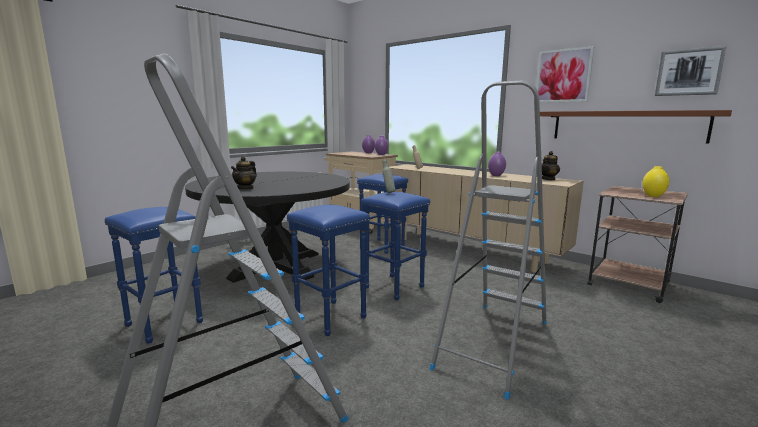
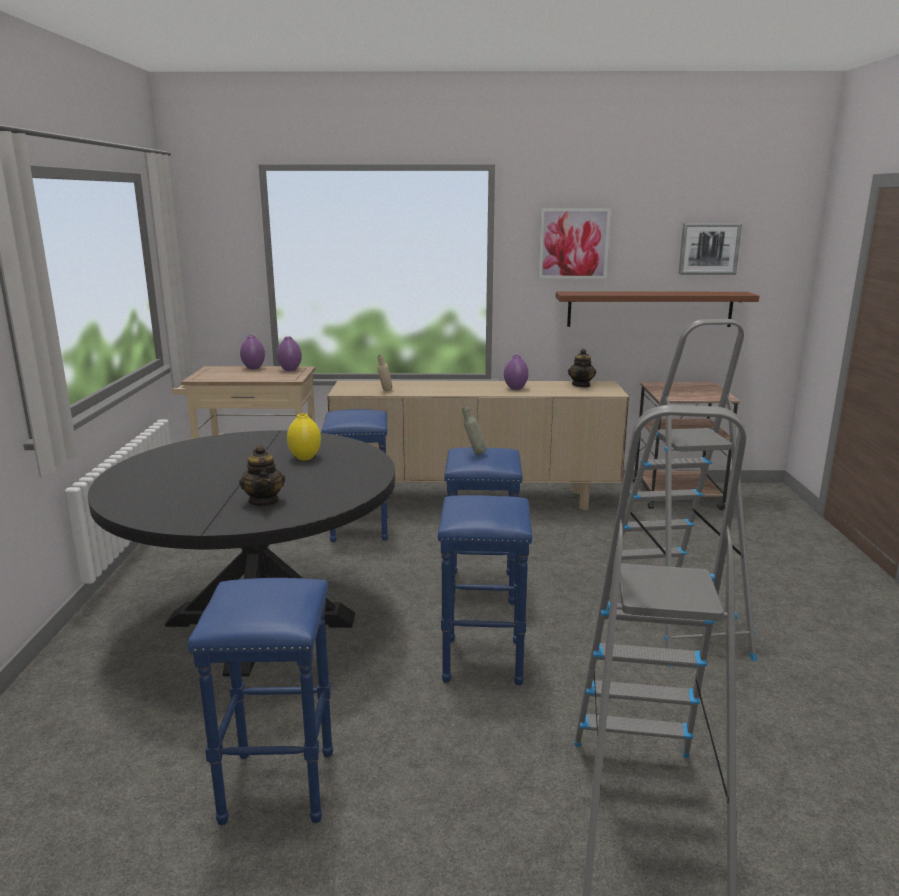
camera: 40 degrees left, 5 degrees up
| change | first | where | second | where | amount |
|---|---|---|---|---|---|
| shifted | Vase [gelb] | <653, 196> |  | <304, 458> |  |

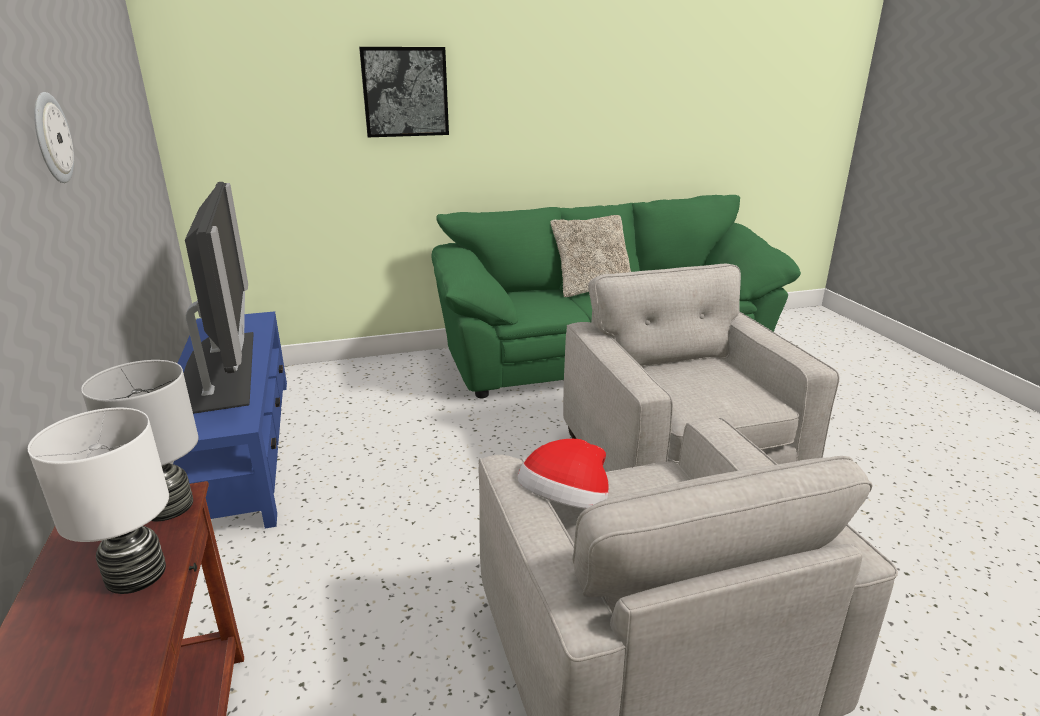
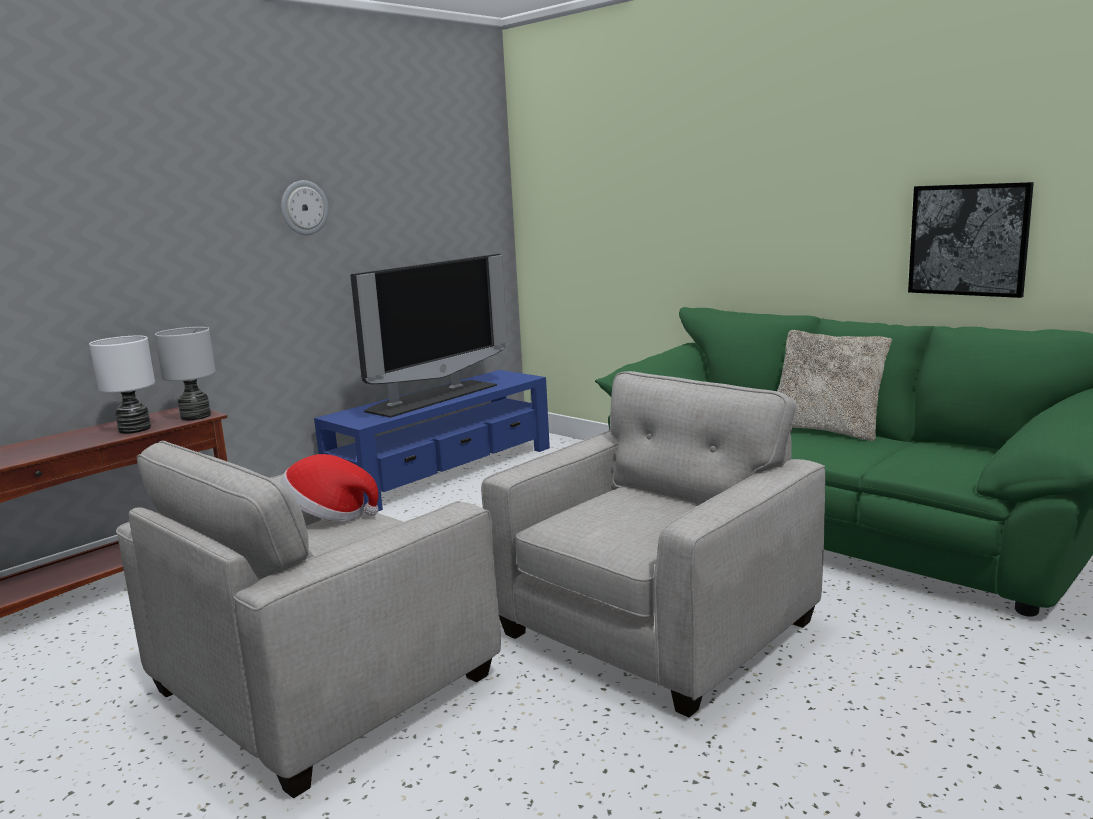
camera: 60 degrees right, 10 degrees down
| change | first | where | second | where | amount |
|---|---|---|---|---|---|
| shifted | Bild | <405, 92> |  | <968, 240> |  |

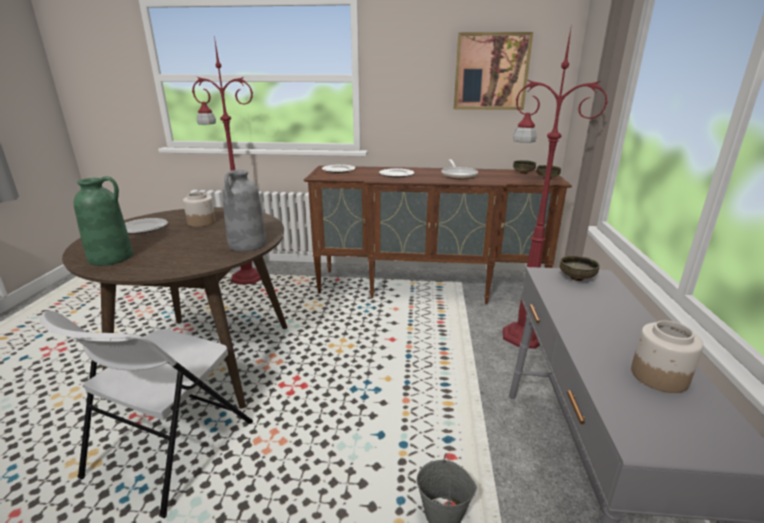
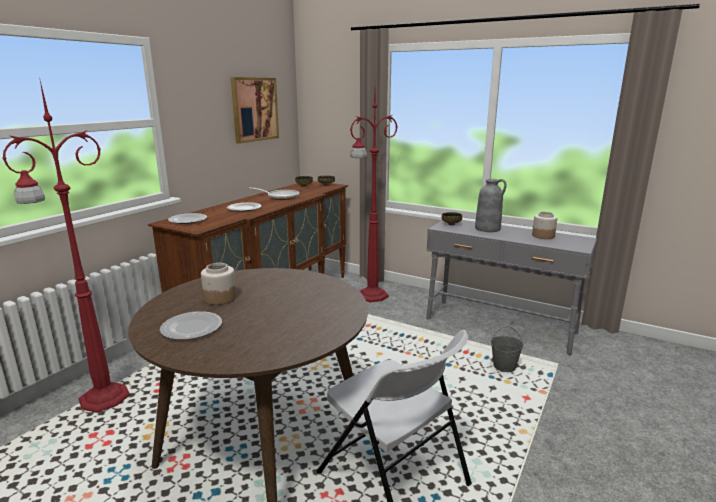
camera: 65 degrees left, 5 degrees down
| change | first | where | second | where | amount |
|---|---|---|---|---|---|
| gone | Vase [grün] | <112, 257> |  |  |  |
| shifted | Vase [grau] | <247, 245> |  | <488, 228> |  |

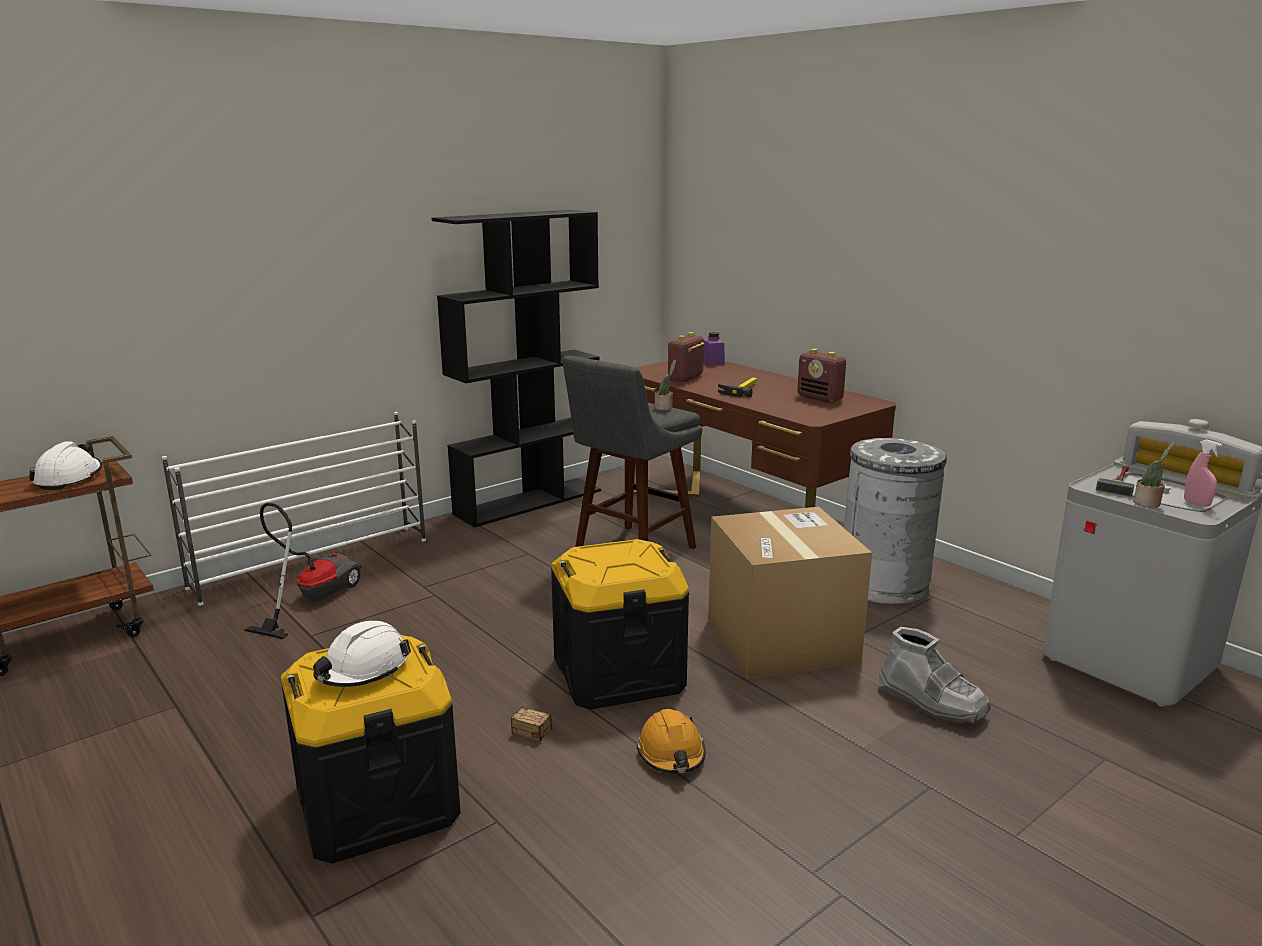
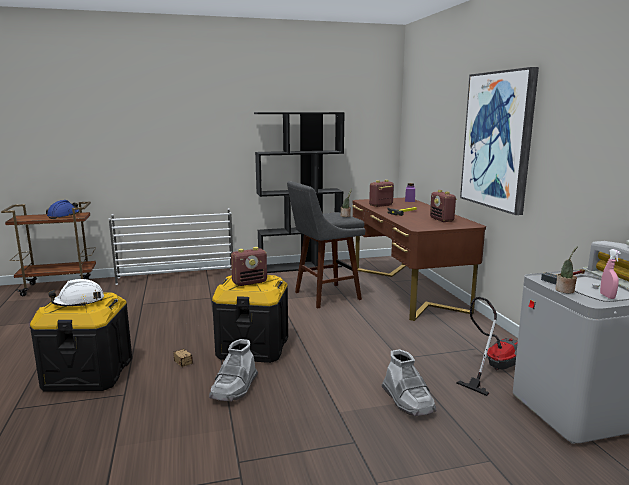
camera: 25 degrees right, 5 degrees down
| change | first | where | second | where | amount |
|---|---|---|---|---|---|
| gone | Karton | <781, 640> |  |  |  |
| gone | Mülleimer [grau] | <883, 584> |  |  |  |
| new |  |  | Radio | <250, 282> |  |
| new |  |  | Bild | <498, 140> |  |
| shifted | Staubsauger | <311, 599> |  | <493, 368> |  |
| swapped | Schutzhelm [orange] | <671, 754> | Stiefel [grau] | <235, 388> |  |
| repainted | Schutzhelm [weiß] | <69, 478> | Schutzhelm [blau] | <64, 216> |  |

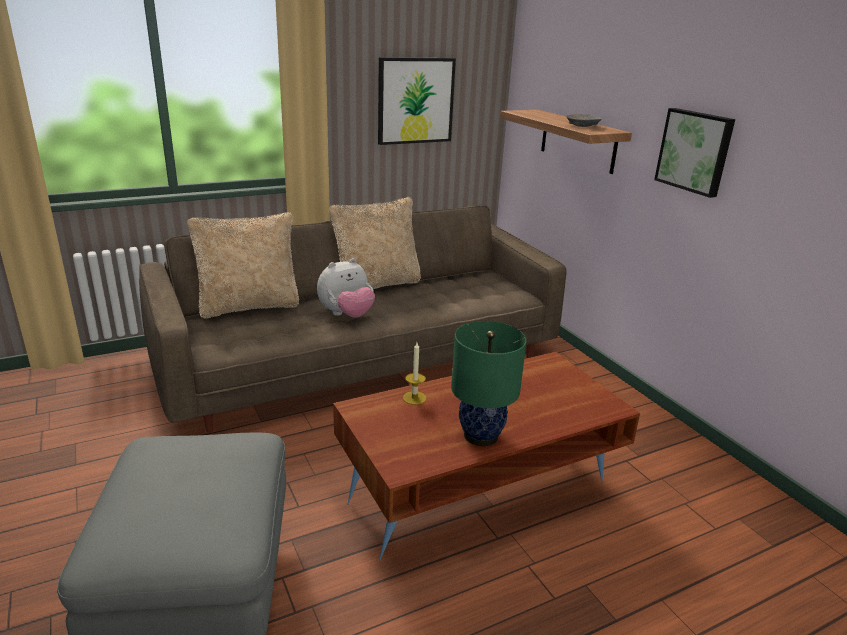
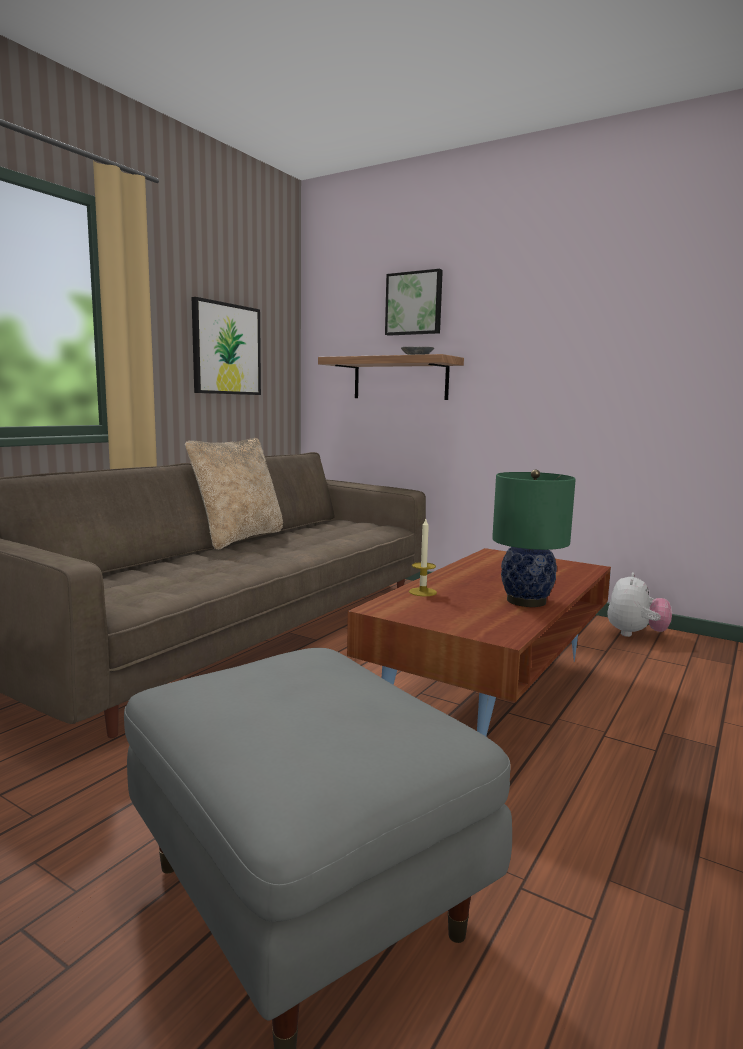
camera: 30 degrees left, 15 degrees down
| change | first | where | second | where | amount |
|---|---|---|---|---|---|
| gone | Kissen [beige] | <250, 308> |  |  |  |
| shifted | Plüschtier | <346, 315> |  | <635, 634> |  |
| shifted | Bild | <695, 151> |  | <414, 303> |  |

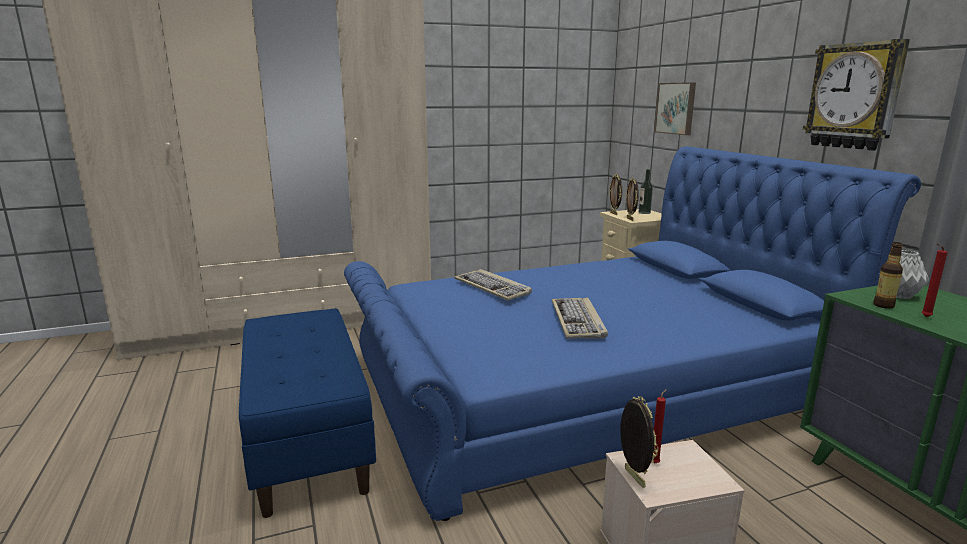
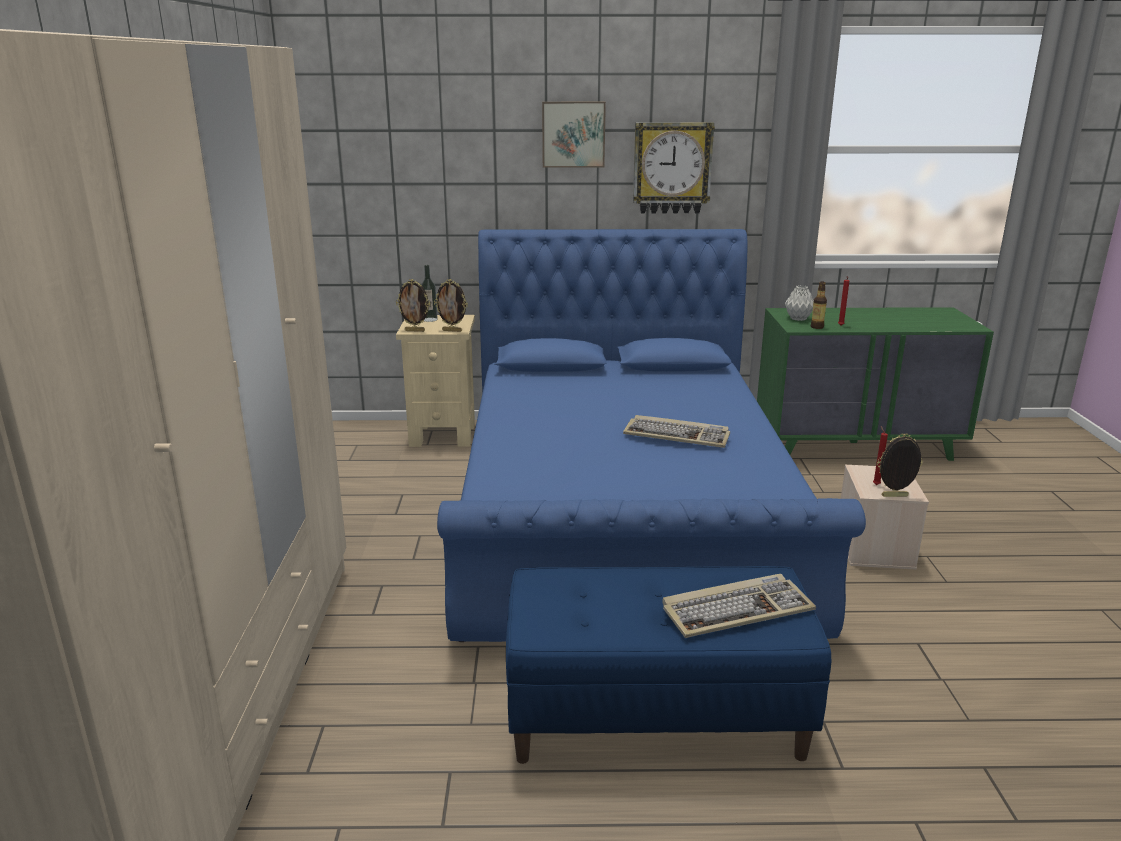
camera: 70 degrees left, 5 degrees up
| change | first | where | second | where | amount |
|---|---|---|---|---|---|
| shifted | Tastatur | <493, 287> |  | <736, 609> |  |
| shifted | Bild | <676, 108> |  | <573, 134> |  |

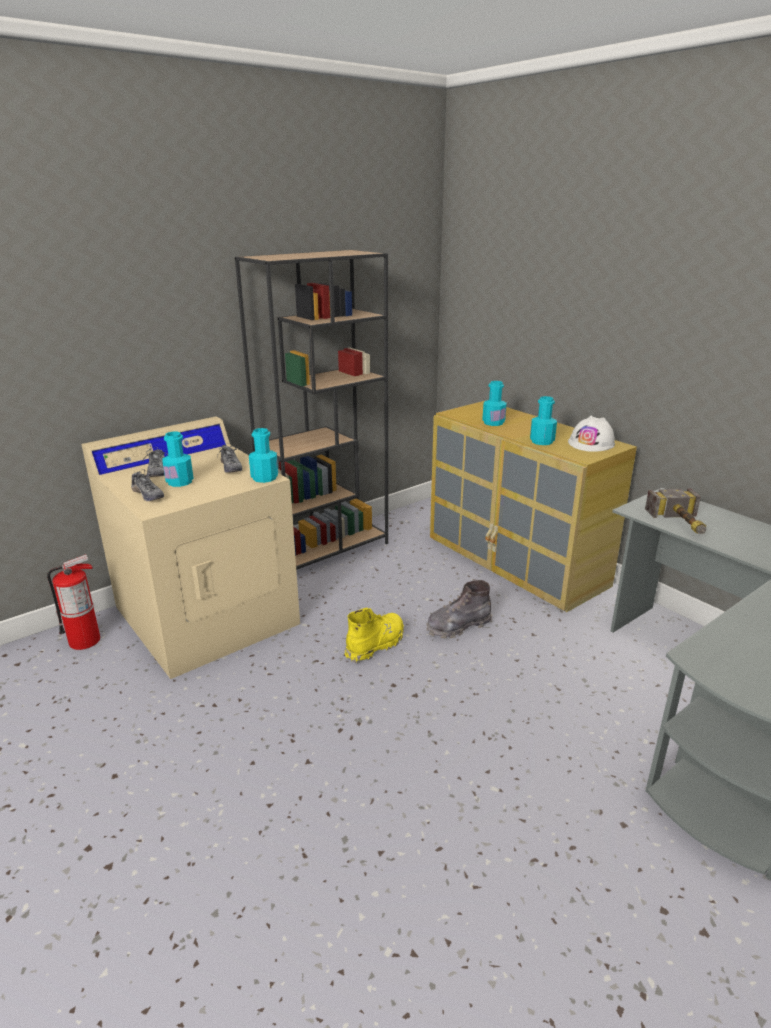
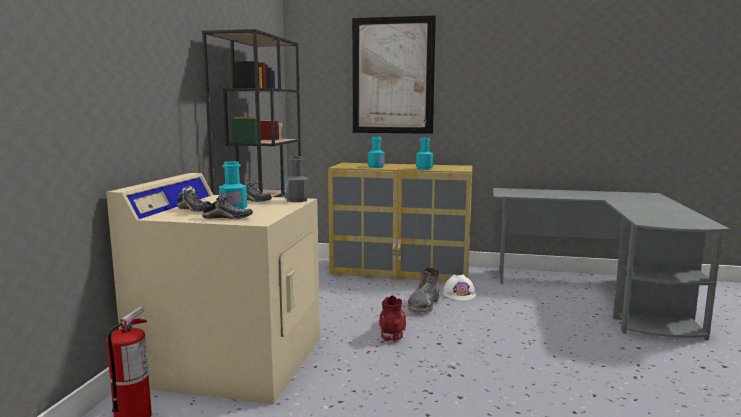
camera: 40 degrees left, 15 degrees down
| change | first | where | second | where | amount |
|---|---|---|---|---|---|
| gone | Hammer | <682, 524> |  |  |  |
| new |  |  | Bild | <393, 76> |  |
| shifted | Schutzhelm [weiß] | <591, 443> |  | <459, 294> |  |
| repainted | Flasche [türkis] | <264, 478> | Flasche [grau] | <297, 200> |  |
| repainted | Stiefel [gelb] | <376, 644> | Stiefel [rot] | <392, 330> |  |

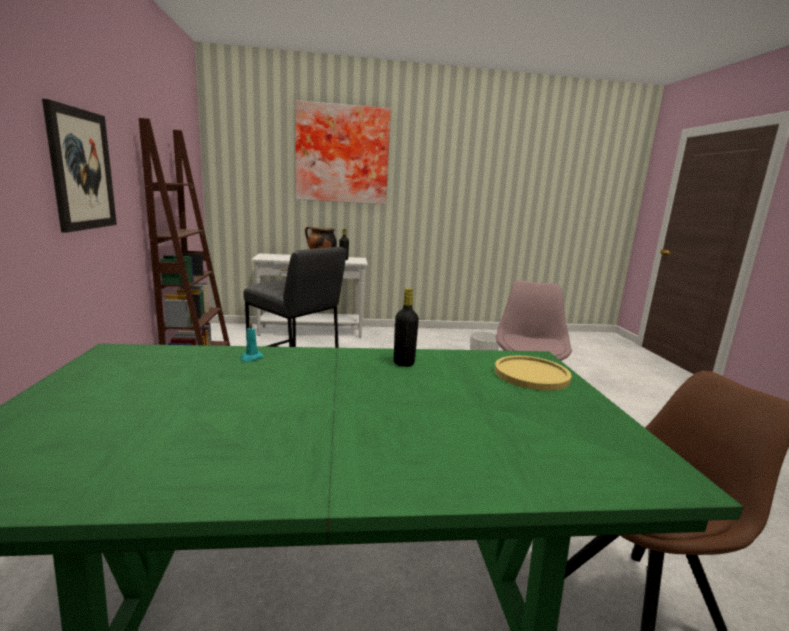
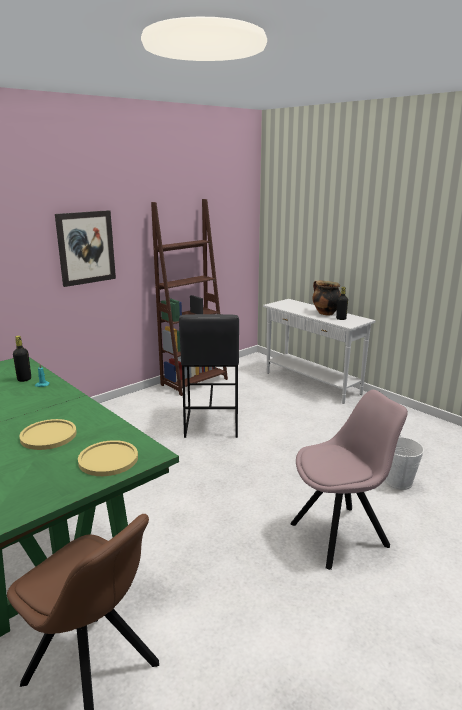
camera: 55 degrees right, 5 degrees up
| change | first | where | second | where | amount |
|---|---|---|---|---|---|
| gone | Bild | <342, 154> |  |  |  |
| new |  |  | Teller [gelb] | <48, 435> |  |
| shifted | Flasche [schwarz] | <404, 363> |  | <24, 379> |  |

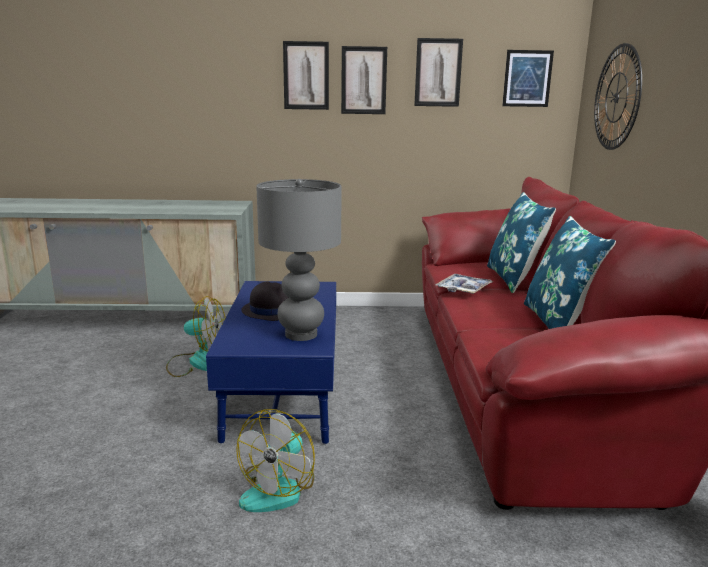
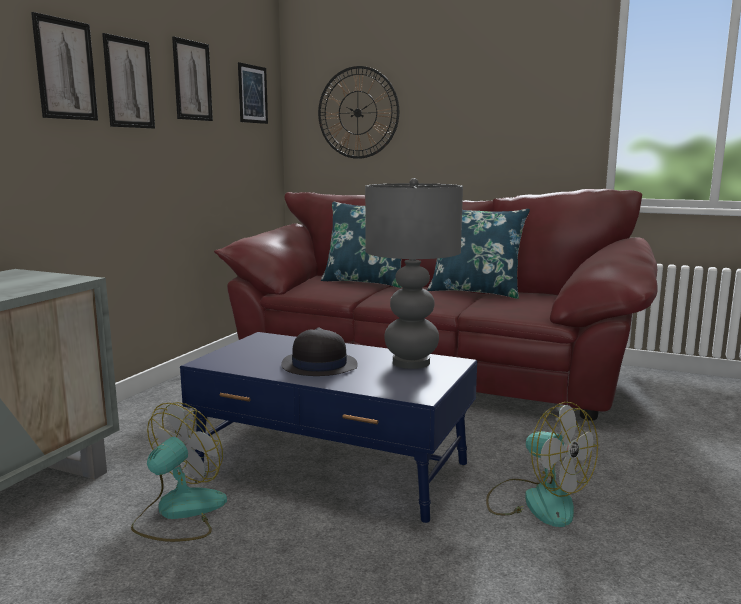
camera: 65 degrees left, 5 degrees down
| change | first | where | second | where | amount |
|---|---|---|---|---|---|
| gone | Tablett | <463, 289> |  |  |  |

